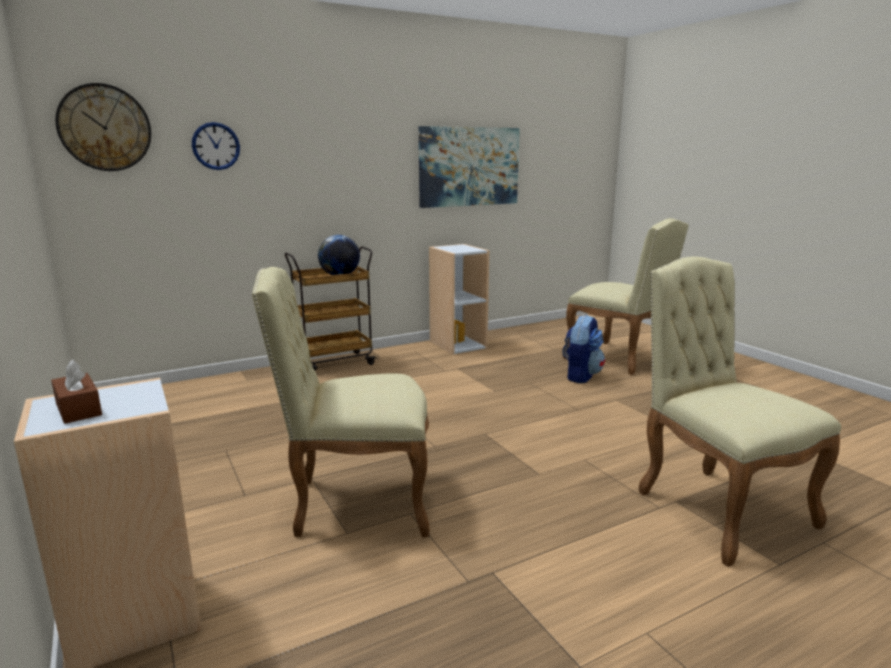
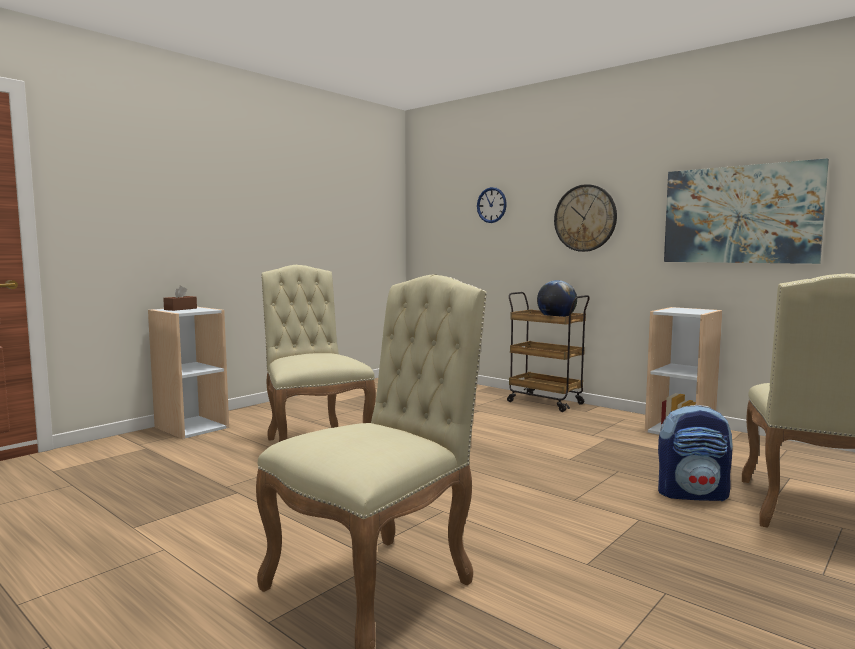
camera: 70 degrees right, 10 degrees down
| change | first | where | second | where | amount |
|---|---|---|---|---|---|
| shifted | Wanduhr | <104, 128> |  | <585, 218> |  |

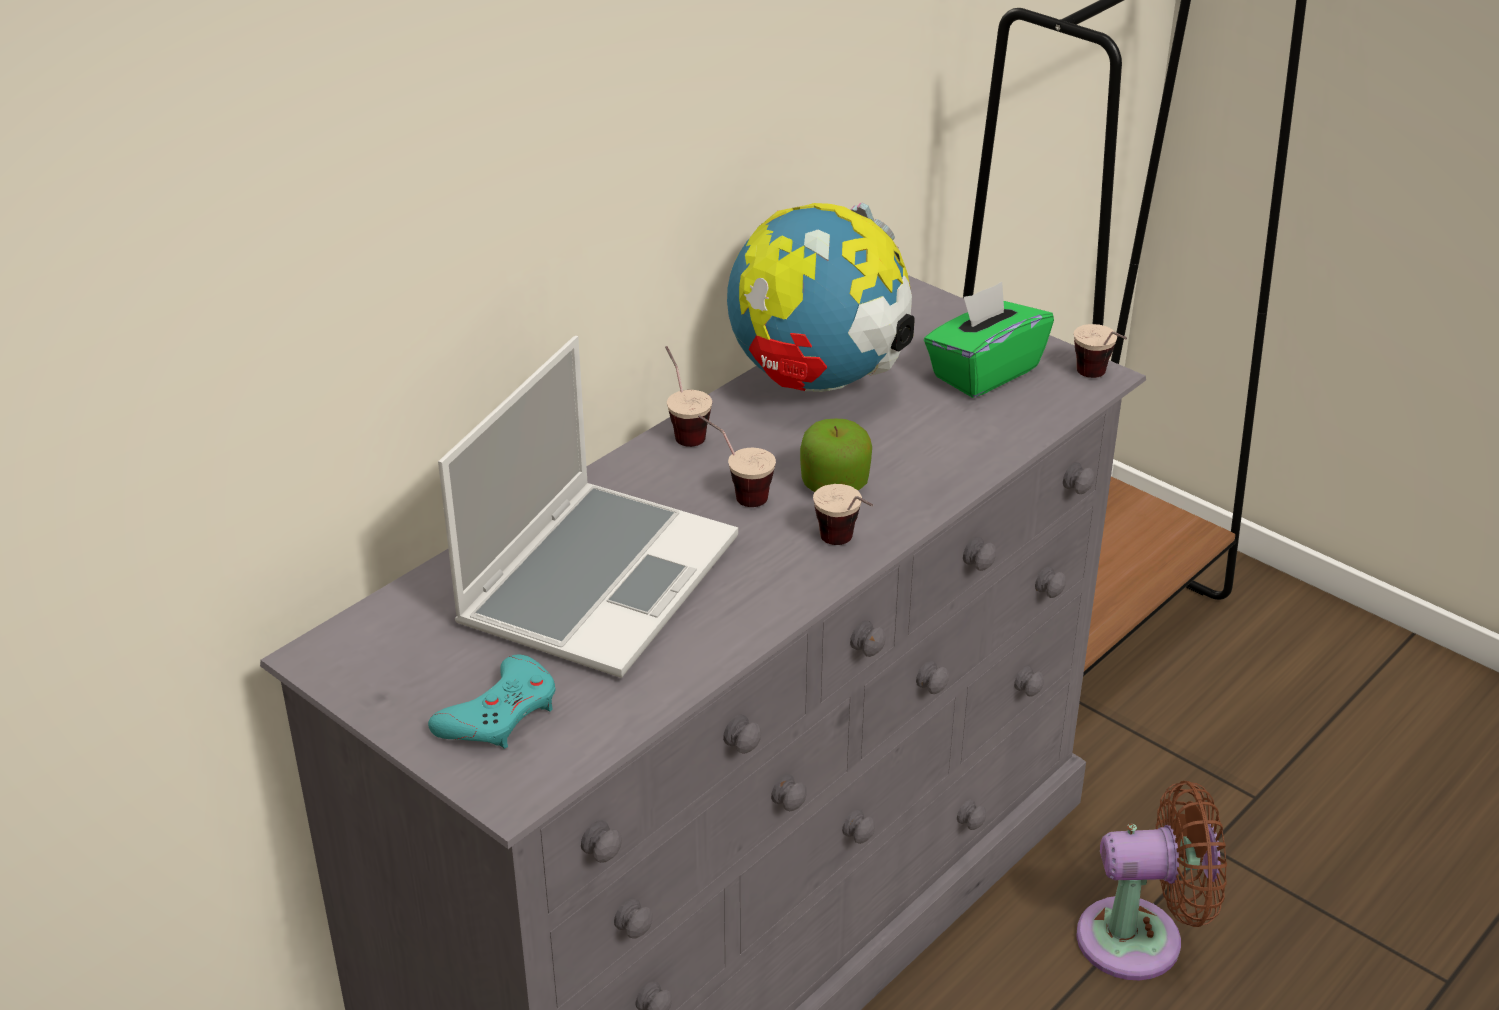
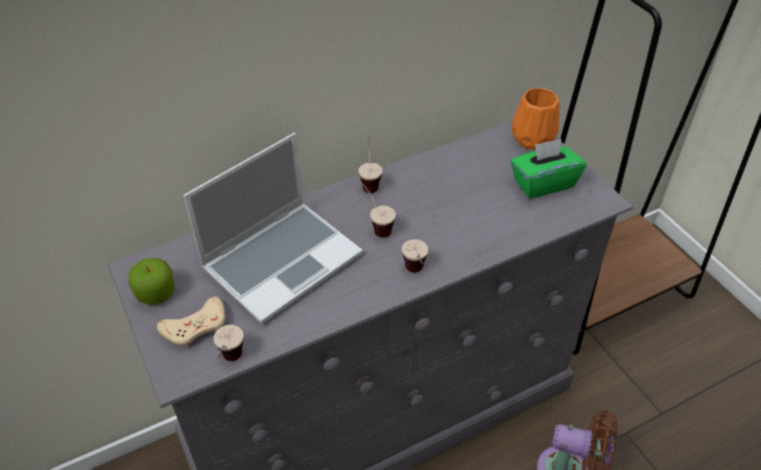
camera: 20 degrees right, 10 degrees up
| change | first | where | second | where | amount |
|---|---|---|---|---|---|
| gone | Globus | <817, 380> |  |  |  |
| new |  |  | Vase [orange] | <533, 139> |  |
| shifted | Apfel | <834, 484> |  | <156, 293> |  |
| shifted | Tasse | <1099, 380> |  | <230, 363> |  |
| repainted | Gamepad [türkis] | <500, 714> | Gamepad [beige] | <196, 327> |  |

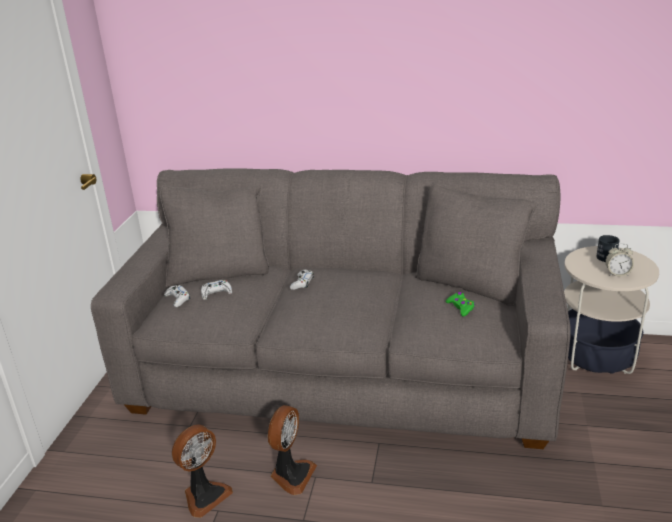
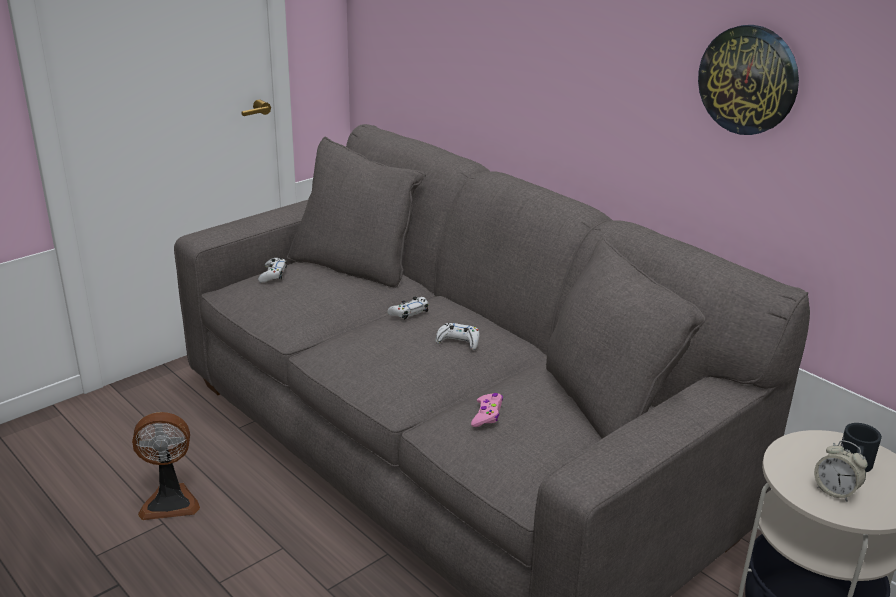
camera: 35 degrees right, 0 degrees up
| change | first | where | second | where | amount |
|---|---|---|---|---|---|
| gone | Ventilator | <291, 475> |  |  |  |
| gone | Gamepad [grün] | <461, 307> |  |  |  |
| new |  |  | Gamepad [rosa] | <487, 415> |  |
| new |  |  | Wanduhr | <748, 80> |  |
| shifted | Gamepad [weiß] | <216, 293> |  | <458, 341> |  |

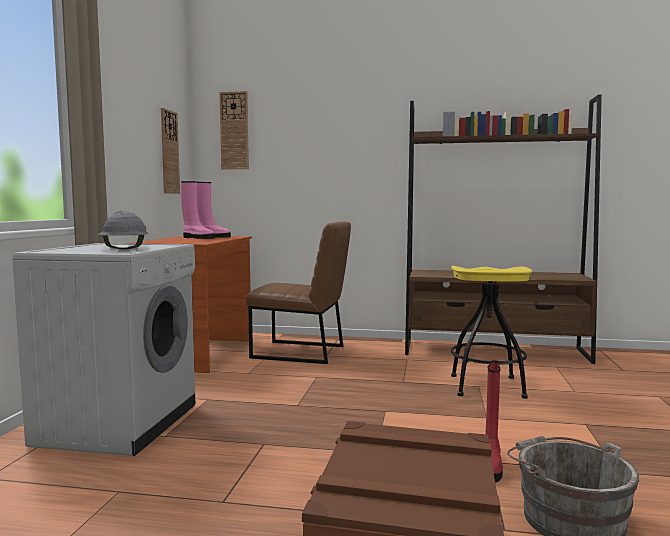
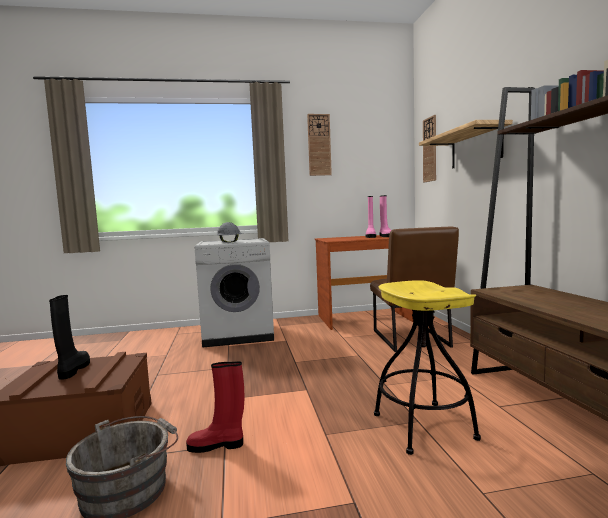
camera: 70 degrees right, 0 degrees up
| change | first | where | second | where | amount |
|---|---|---|---|---|---|
| new |  |  | Stiefel [schwarz] | <73, 370> |  |
| new |  |  | Wandregal | <475, 148> |  |
| shifted | Wanduhr | <169, 152> |  | <319, 145> |  |

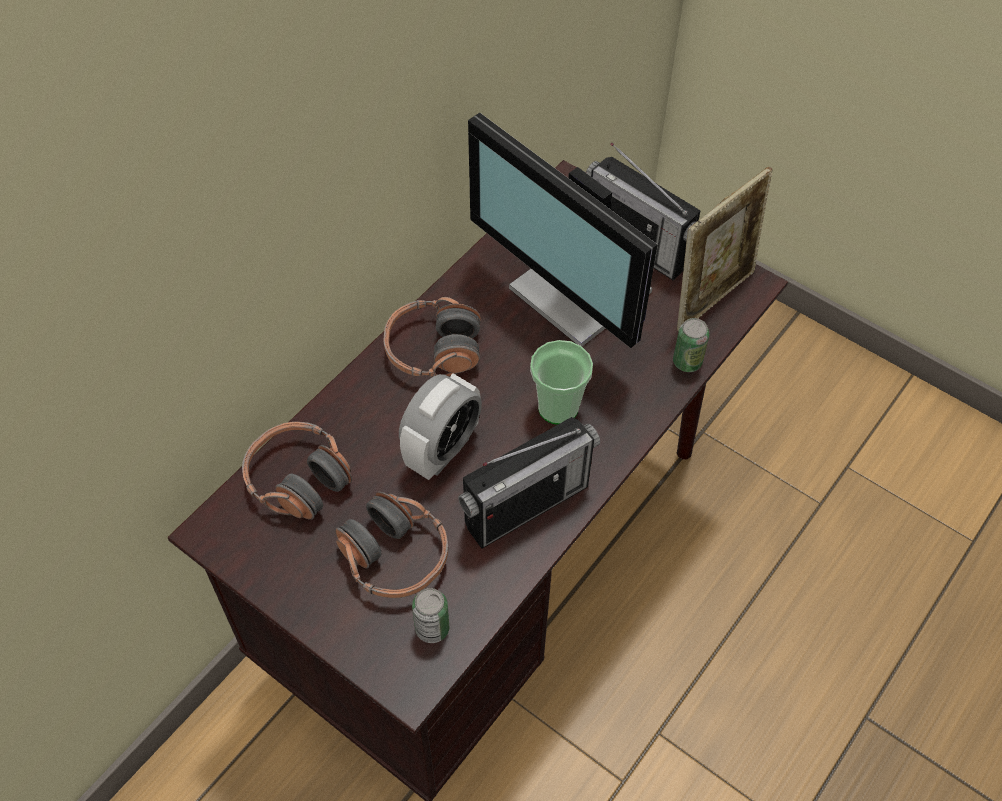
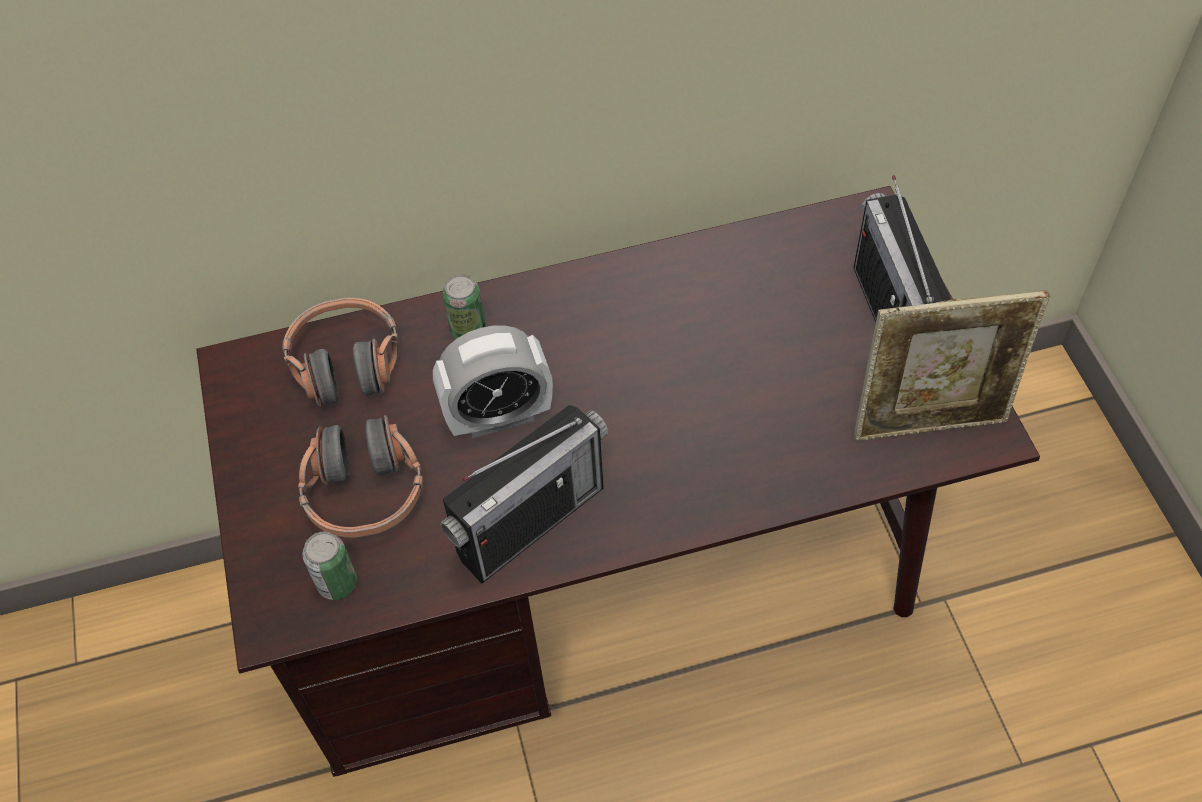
camera: 40 degrees right, 0 degrees up
| change | first | where | second | where | amount |
|---|---|---|---|---|---|
| gone | Kopfhörer | <433, 350> |  |  |  |
| gone | Monitor | <577, 295> |  |  |  |
| gone | Tasse | <558, 408> |  |  |  |
| shifted | Dose | <687, 362> |  | <468, 329> |  |
| rotated | Radio | <526, 505> |  | <530, 522> | 45 degrees counterclockwise |

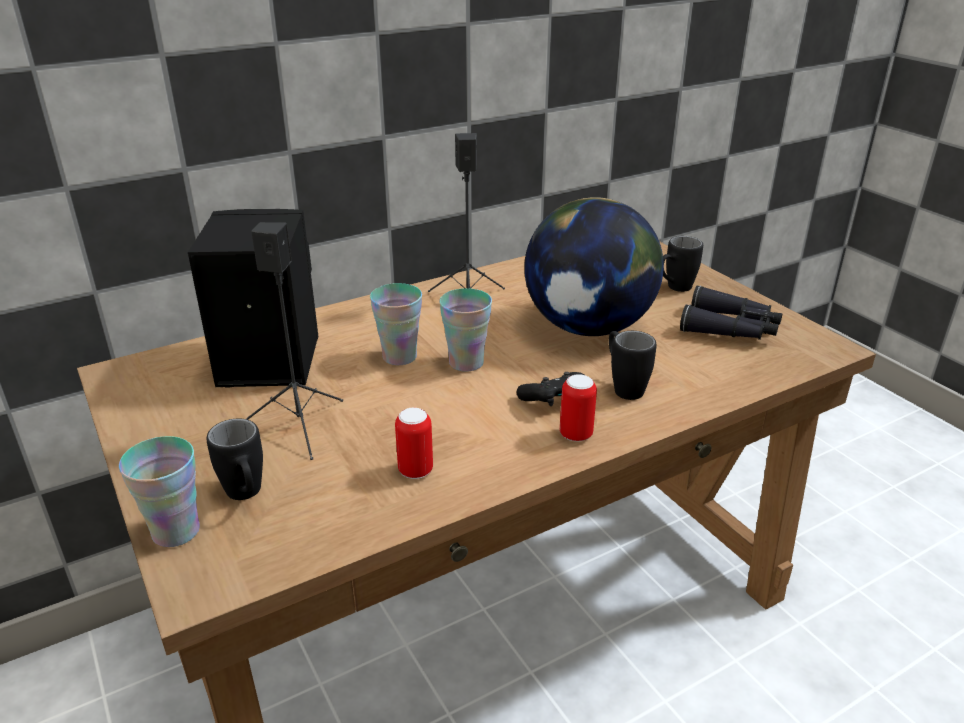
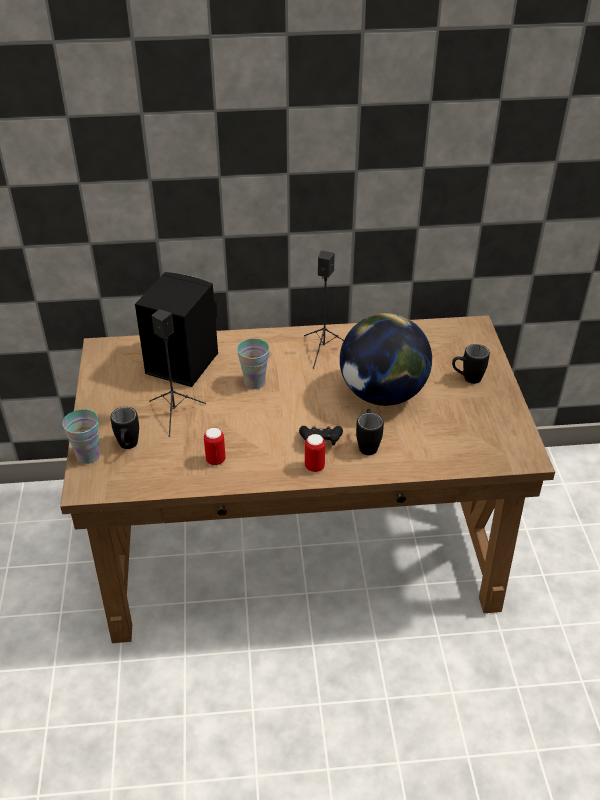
camera: 25 degrees right, 10 degrees up
| change | first | where | second | where | amount |
|---|---|---|---|---|---|
| gone | Tasse | <466, 363> |  |  |  |
| gone | Fernglas [schwarz] | <730, 328> |  |  |  |

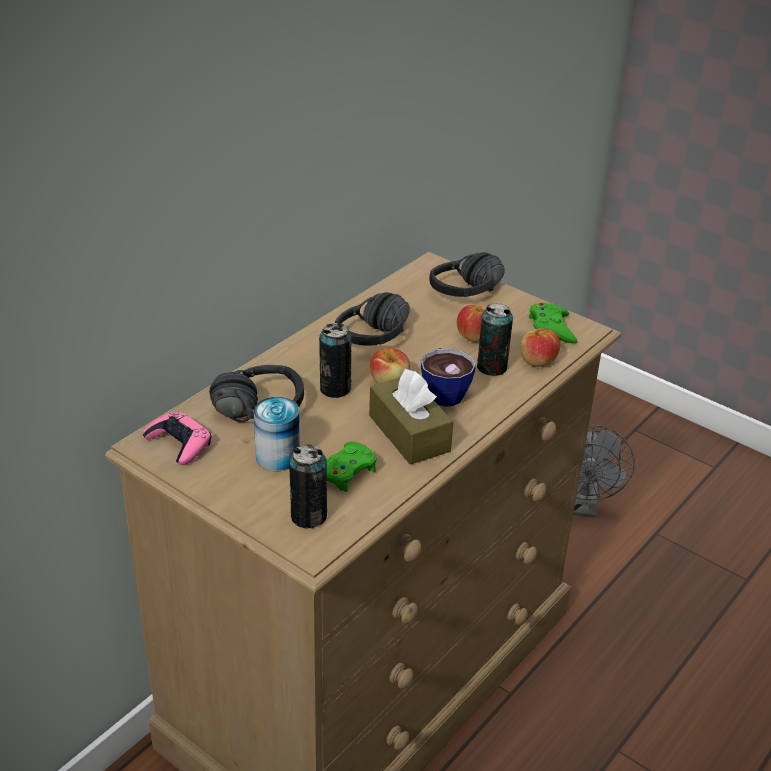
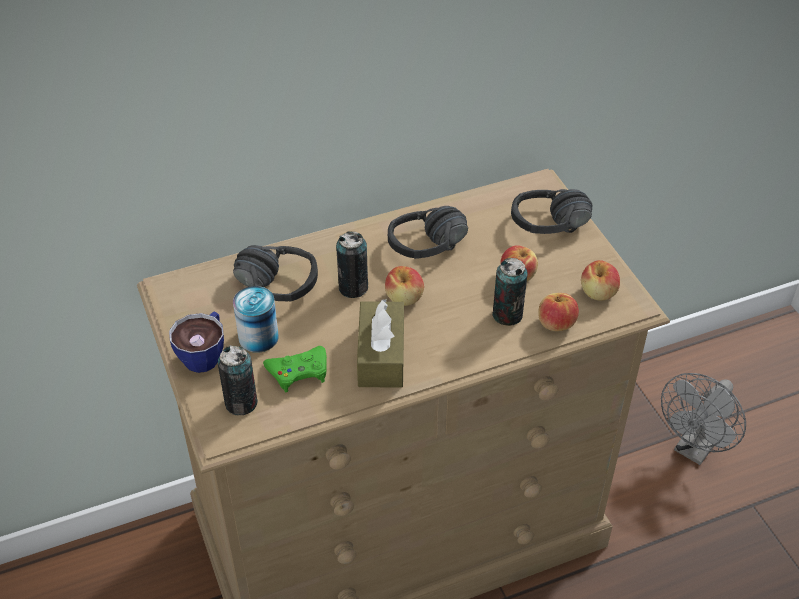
camera: 30 degrees right, 10 degrees up
| change | first | where | second | where | amount |
|---|---|---|---|---|---|
| gone | Gamepad [rosa] | <179, 443> |  |  |  |
| shifted | Tasse | <444, 391> |  | <205, 353> |  |
| swapped | Gamepad [grün] | <551, 329> | Apfel | <598, 292> |  |

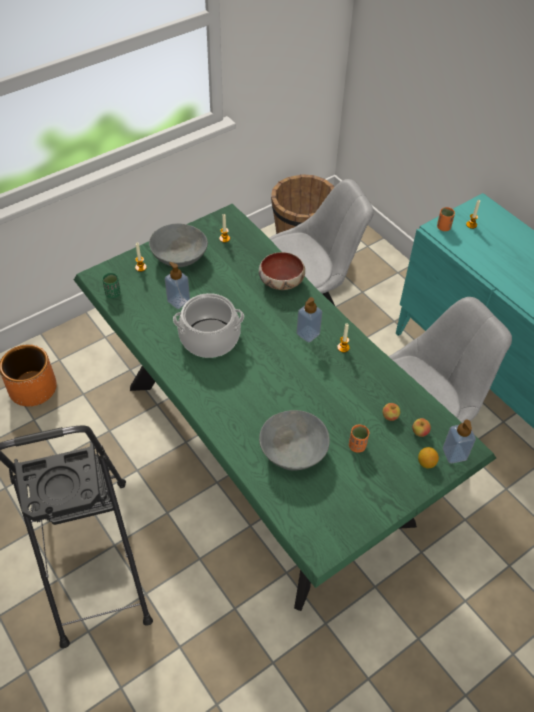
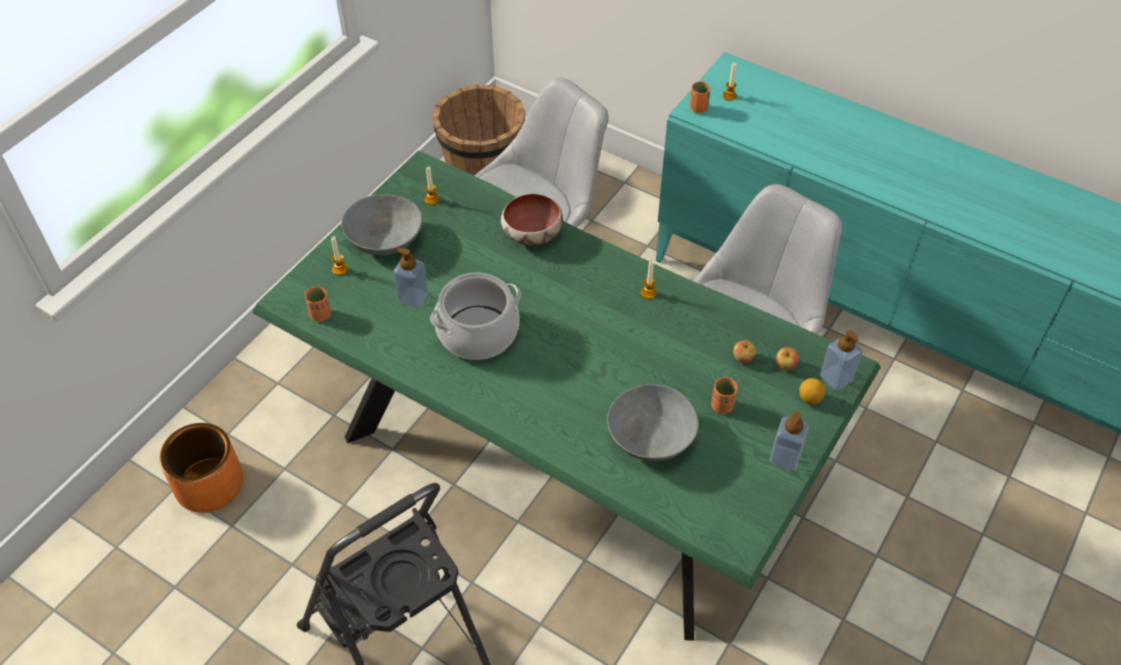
camera: 20 degrees left, 0 degrees up
| change | first | where | second | where | amount |
|---|---|---|---|---|---|
| shifted | Seifenspender | <308, 334> |  | <784, 458> |  |
| repainted | Tasse [grün] | <113, 294> | Tasse [orange] | <320, 314> |  |

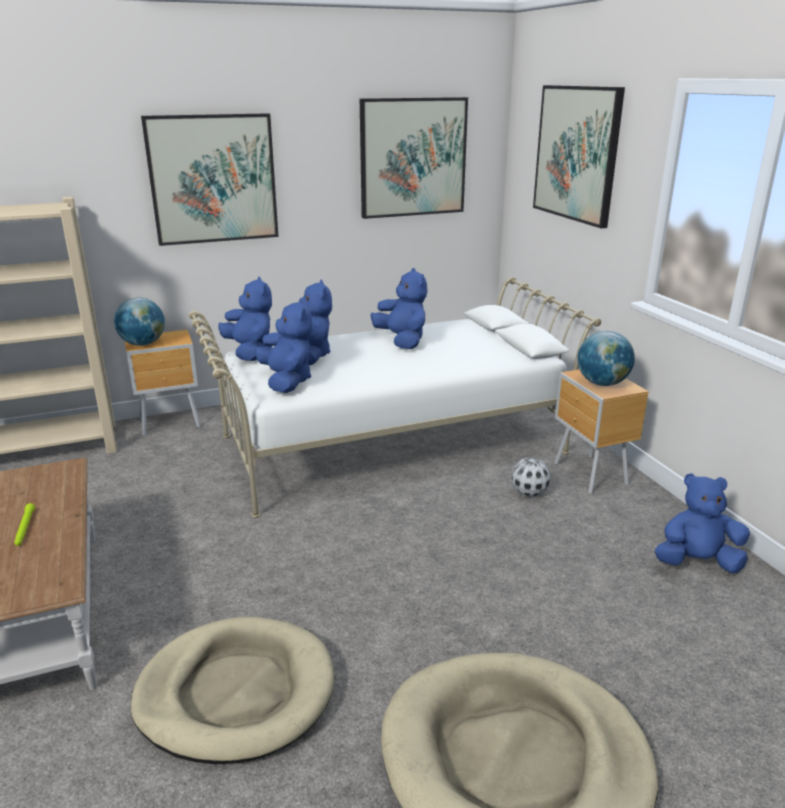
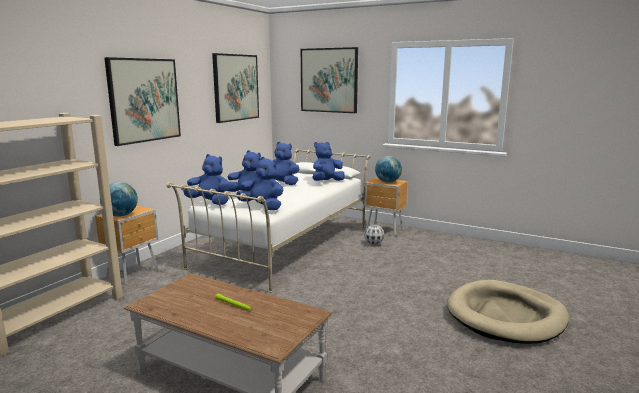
camera: 40 degrees left, 10 degrees down
| change | first | where | second | where | amount |
|---|---|---|---|---|---|
| gone | Hundebett [beige] | <236, 692> |  |  |  |
| shifted | Plüschtier [blau] | <696, 562> |  | <326, 182> |  |

